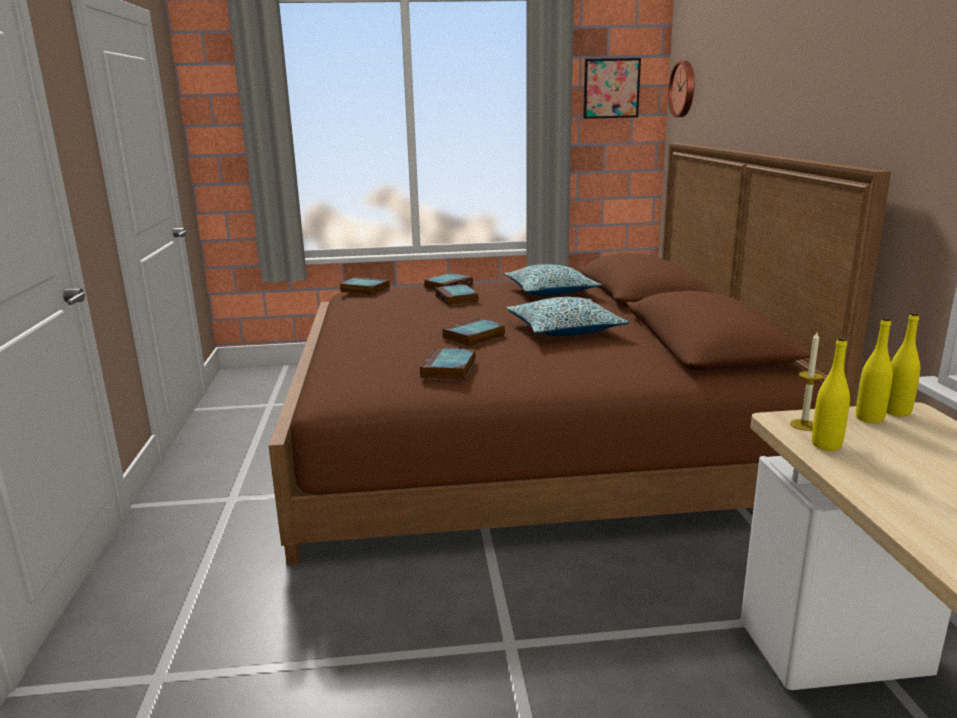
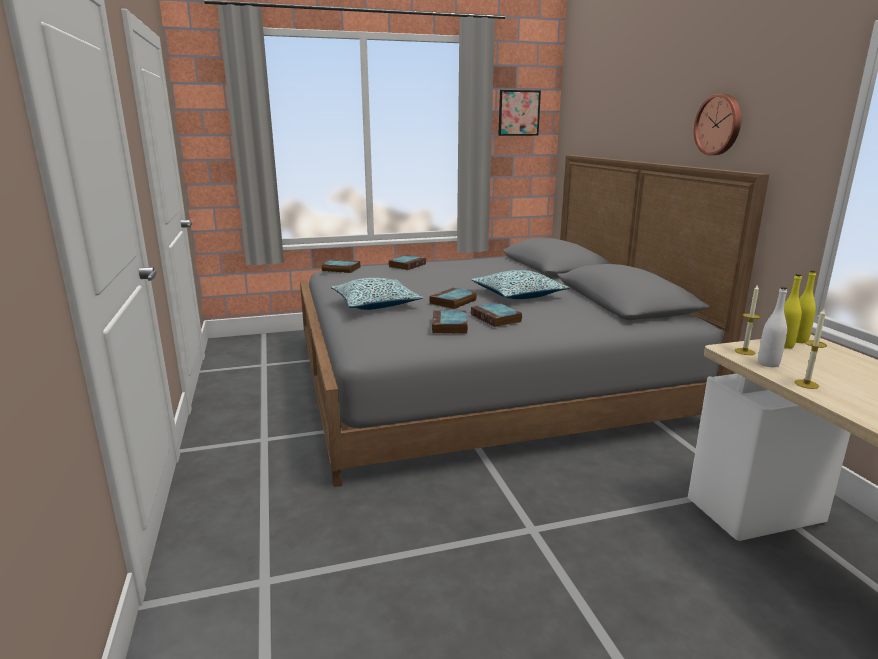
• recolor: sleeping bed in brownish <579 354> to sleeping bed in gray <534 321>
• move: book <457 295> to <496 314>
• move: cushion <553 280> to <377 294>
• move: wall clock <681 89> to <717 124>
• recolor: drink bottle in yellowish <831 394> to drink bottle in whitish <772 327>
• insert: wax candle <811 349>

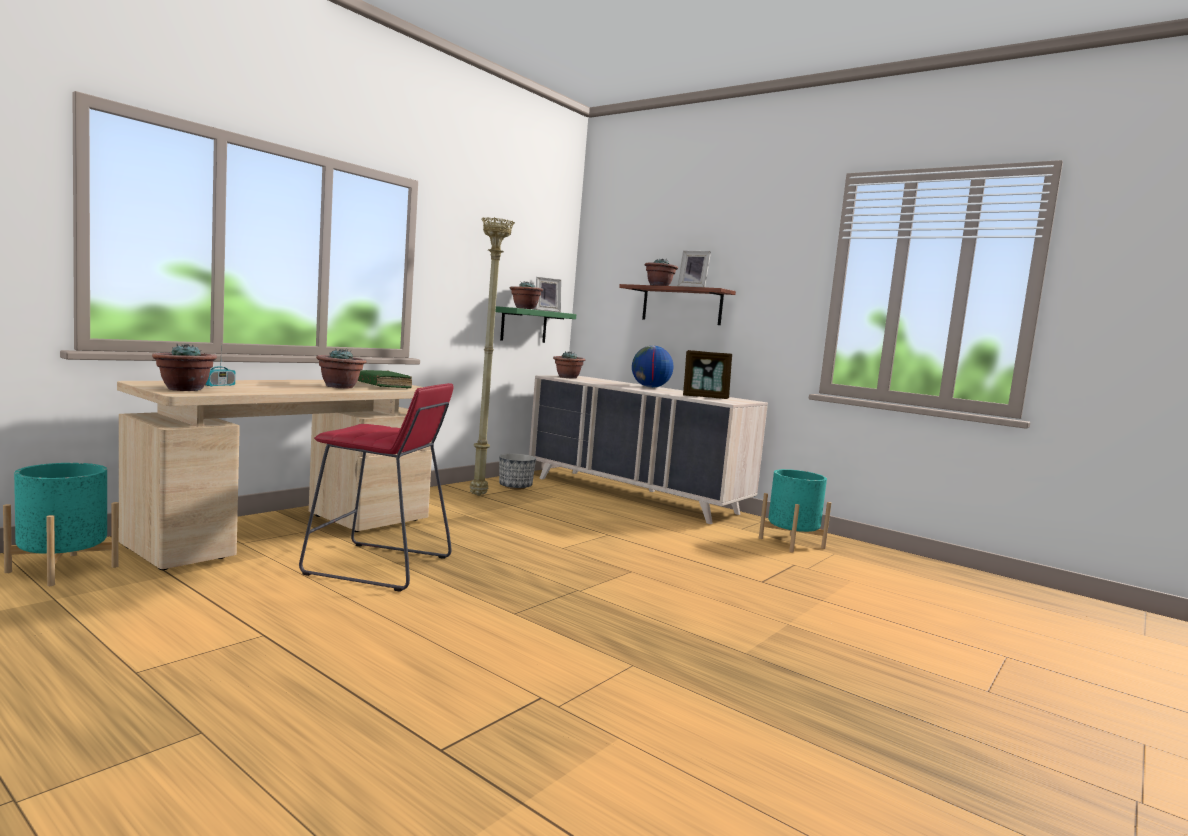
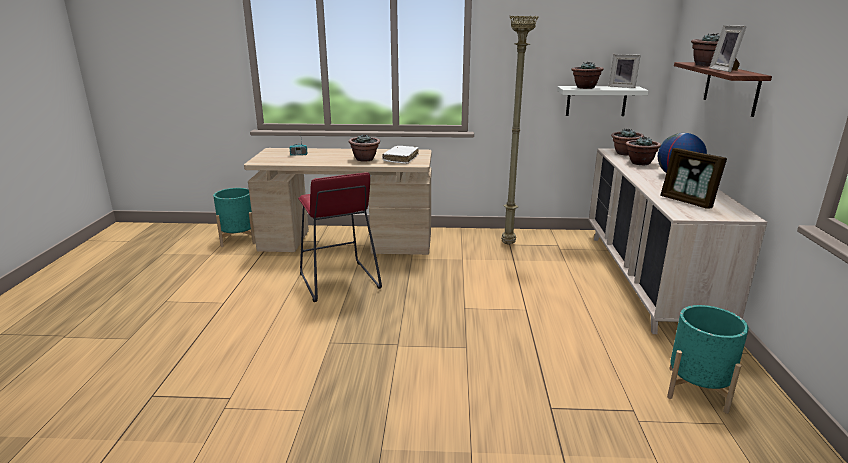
• move: plant in a pot <184 367> to <643 150>
• recolor: book in green-coloured <384 379> to book in whitish <400 155>
• recolor: shelf in green-coloured <535 324> to shelf in whitish <603 101>
• delete: flower pot <517 471>

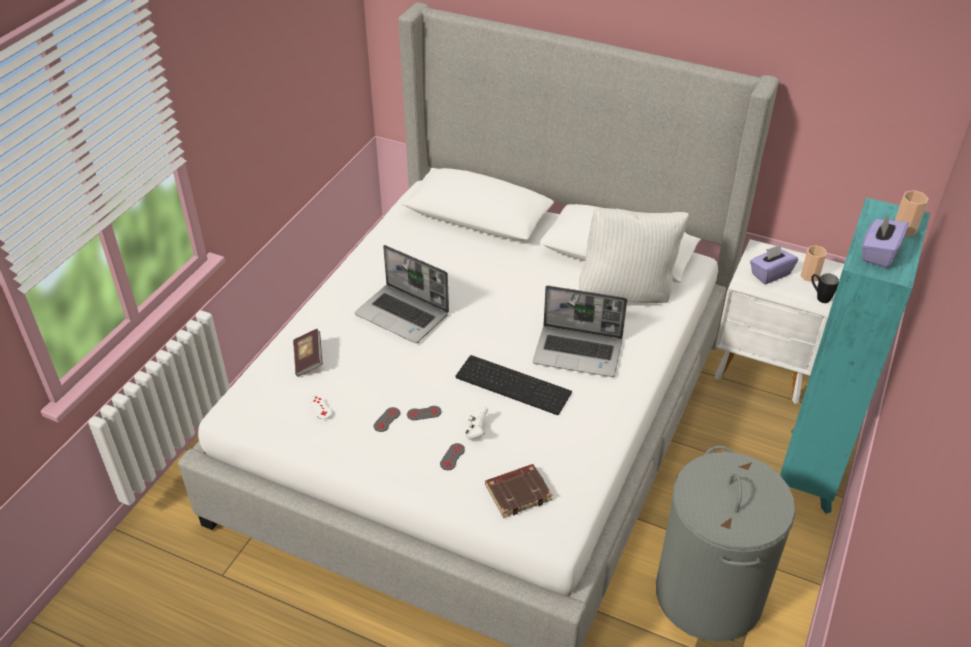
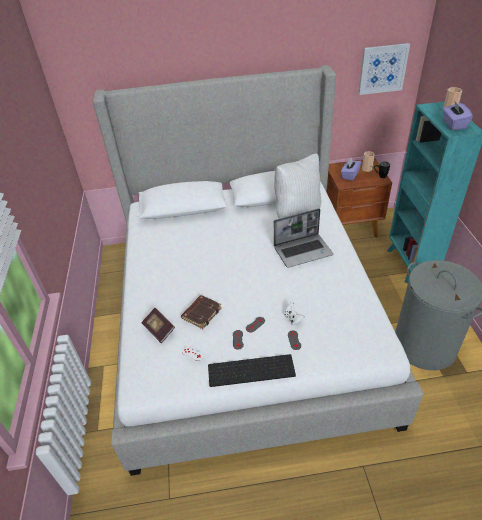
• delete: portable computer <402 294>
• move: keyboard <513 385> to <252 370>
• move: book in brownish <519 491> to <201 312>
• recolor: night table in whitish <779 321> to night table in brownish <359 198>
• insert: wall picture <384 69>

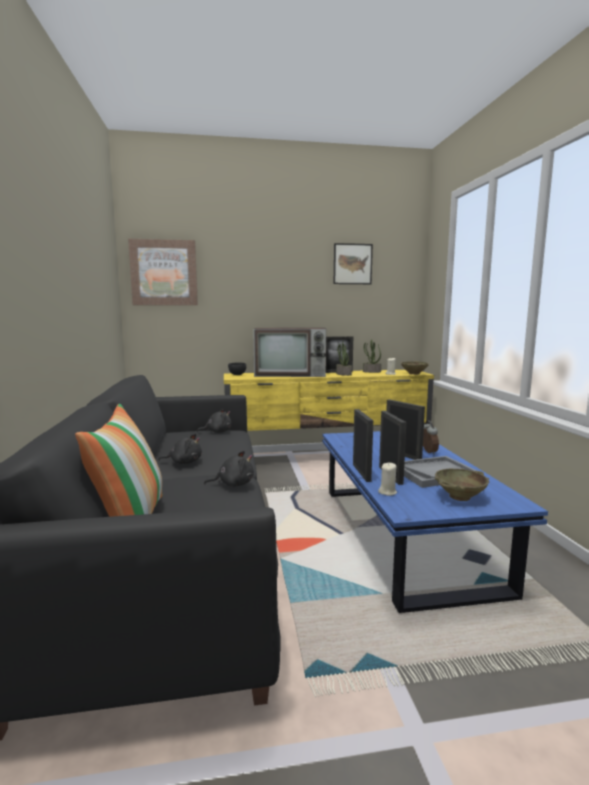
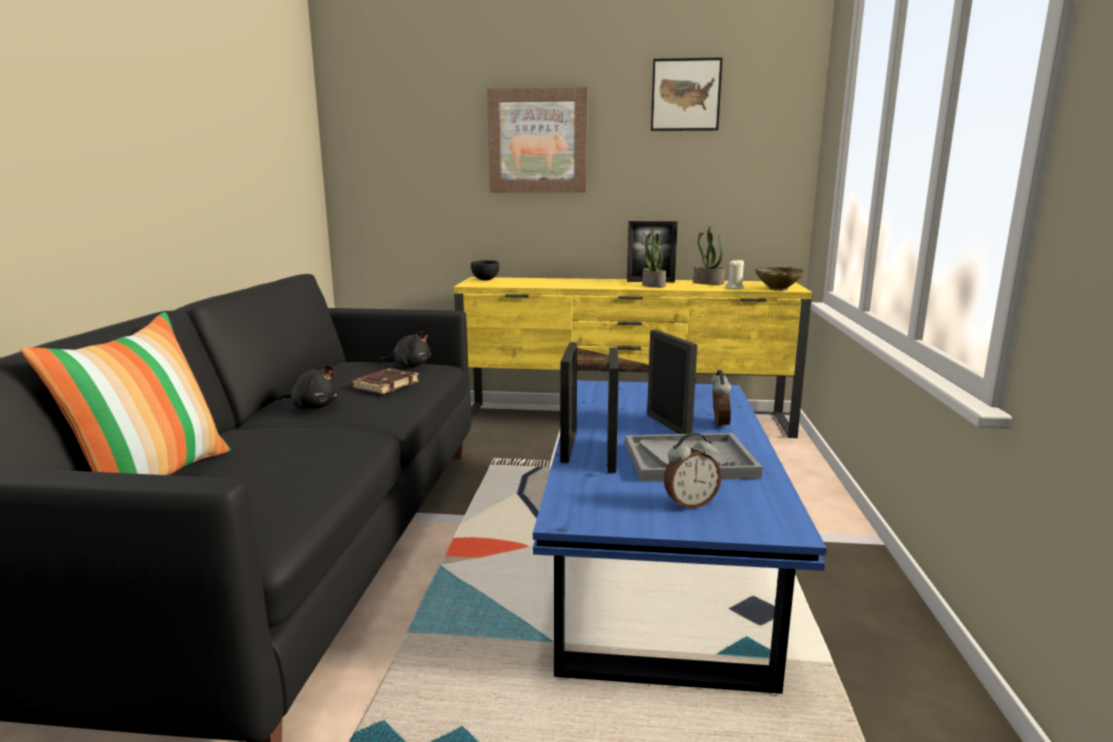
• move: wall picture <163 272> to <537 140>
• delete: soft toy in black <229 469>
• delete: TV <289 352>
• delete: wax candle in sand-coloured <387 479>
• replace: deep dish in sand-coloured <462 485> to table clock <693 471>
• insert: book in brownish <385 381>

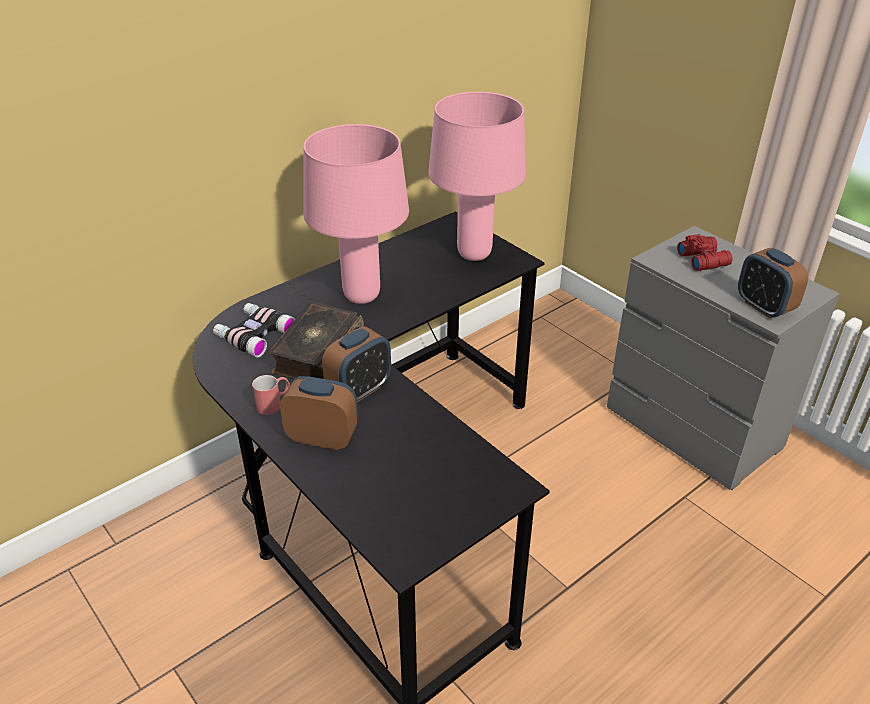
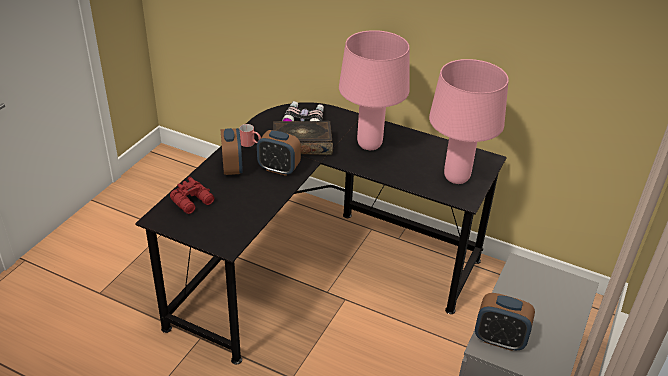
• move: pair of binoculars in red <705 252> to <192 195>
• rotate: table clock <773 283> = <505 322> 105 degrees counterclockwise

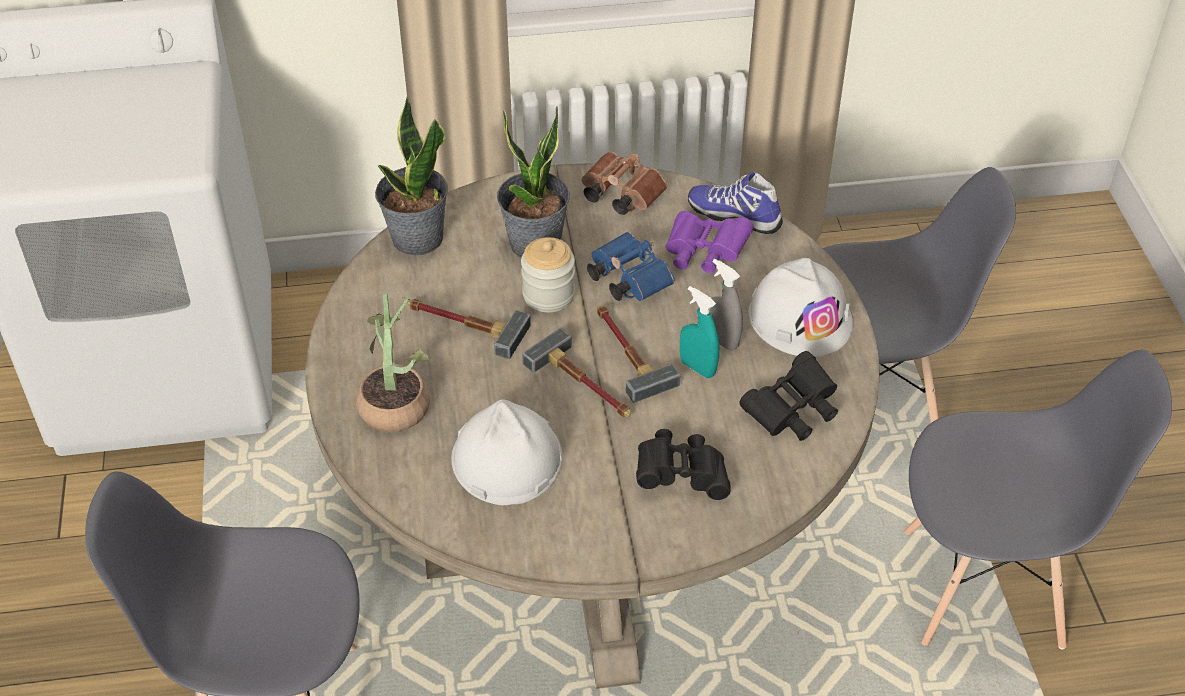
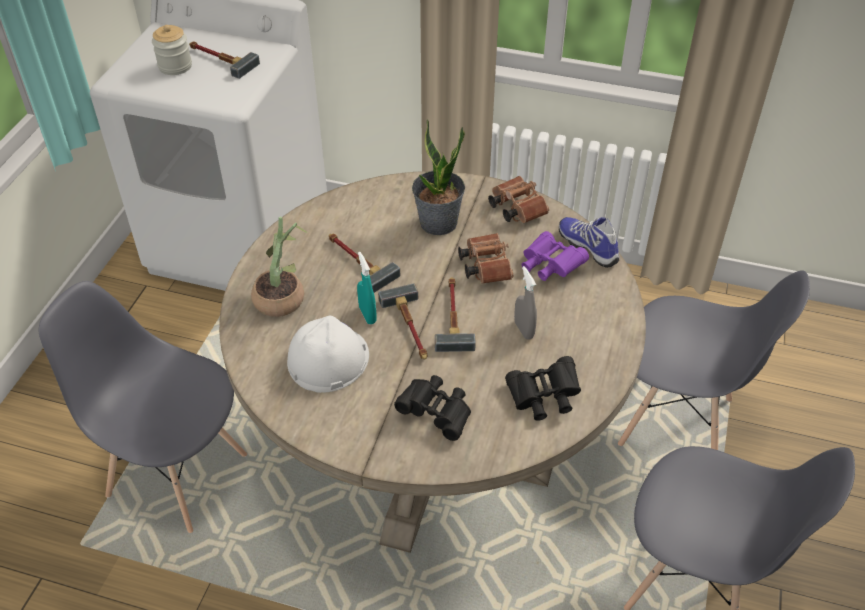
• delete: plant in a pot <411 175>
• move: jar <548 274> to <172 50>
• recolor: pair of binoculars in bluish <631 266> to pair of binoculars in brownish <485 258>
• move: sprayer in turquoise <699 332> to <367 288>
• delete: work helmet in whitish <801 307>
• insert: hammer <224 60>

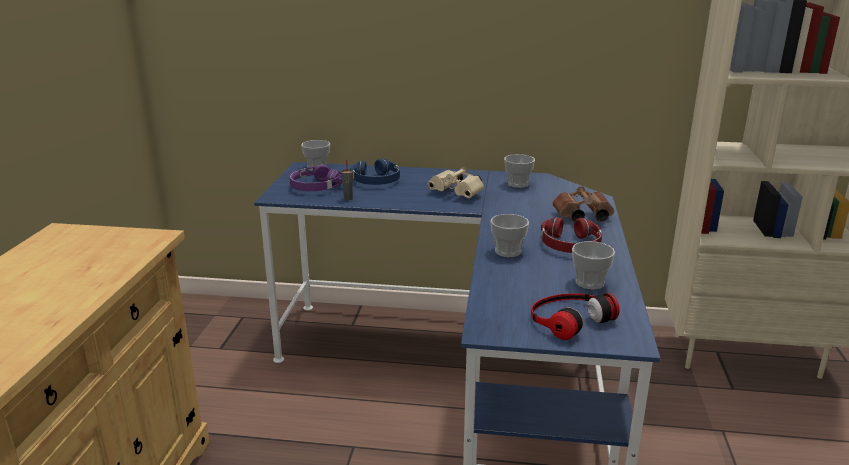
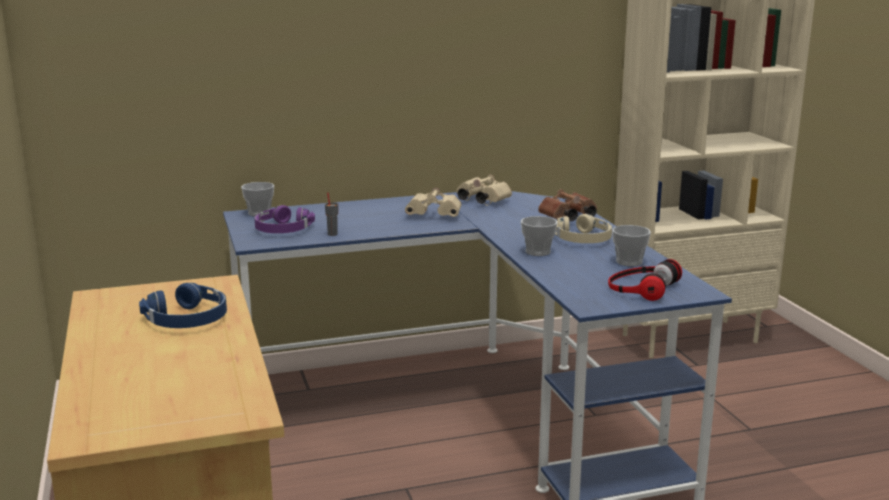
• move: pair of headphones in bluish <375 172> to <183 305>
• replace: drinking cup <519 171> to pair of binoculars in sand-coloured <484 190>
• recolor: pair of headphones in red <571 235> to pair of headphones in sand-coloured <583 228>

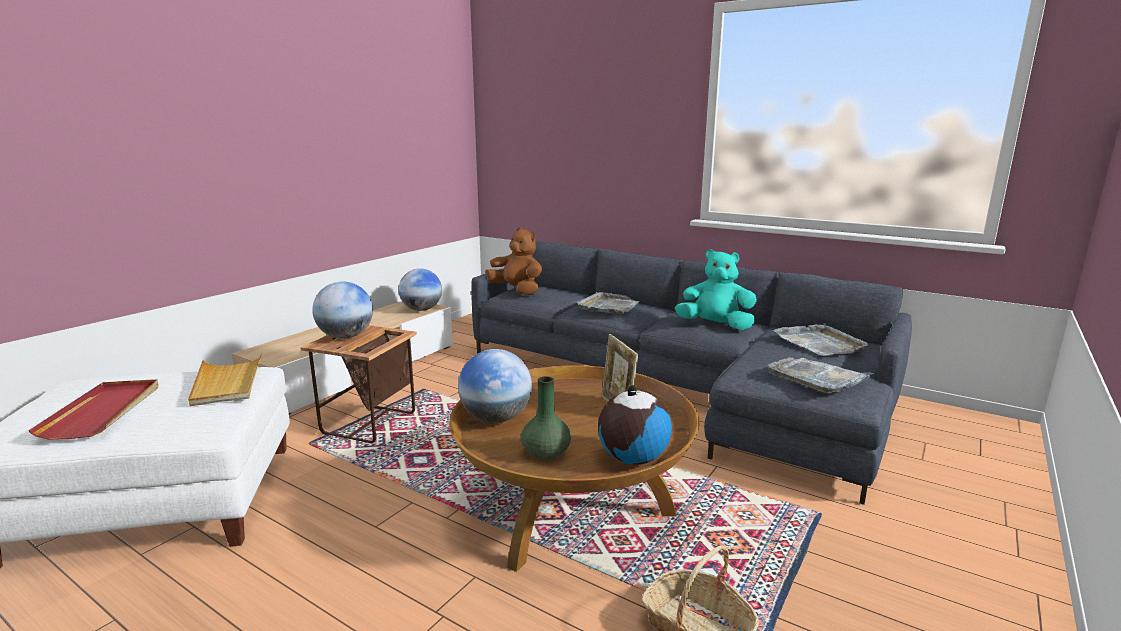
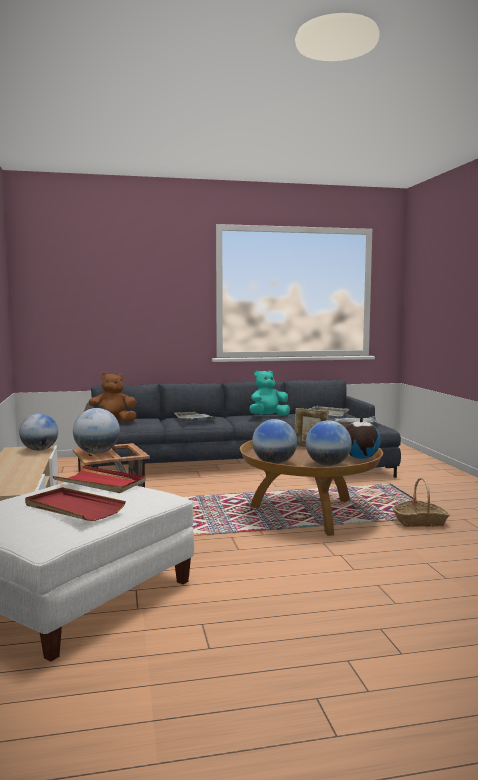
• recolor: tray in sand-coloured <225 379> to tray in red <99 479>
• replace: decorative vase in green-coloured <546 418> to world globe <329 443>

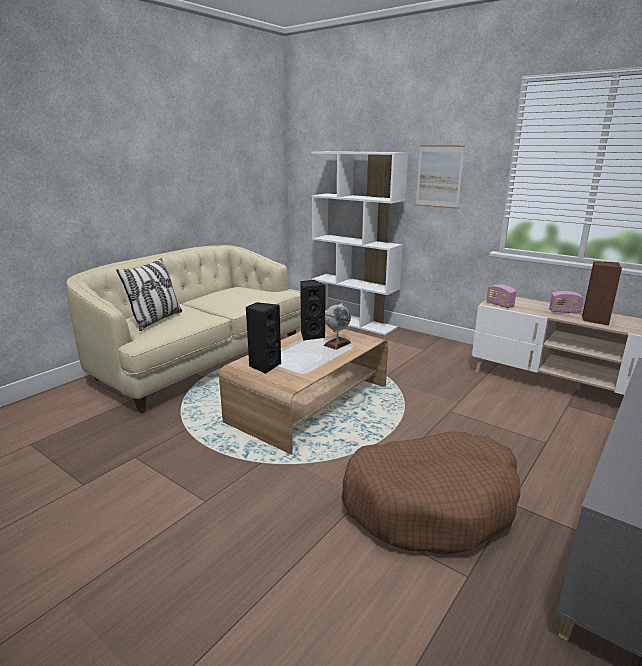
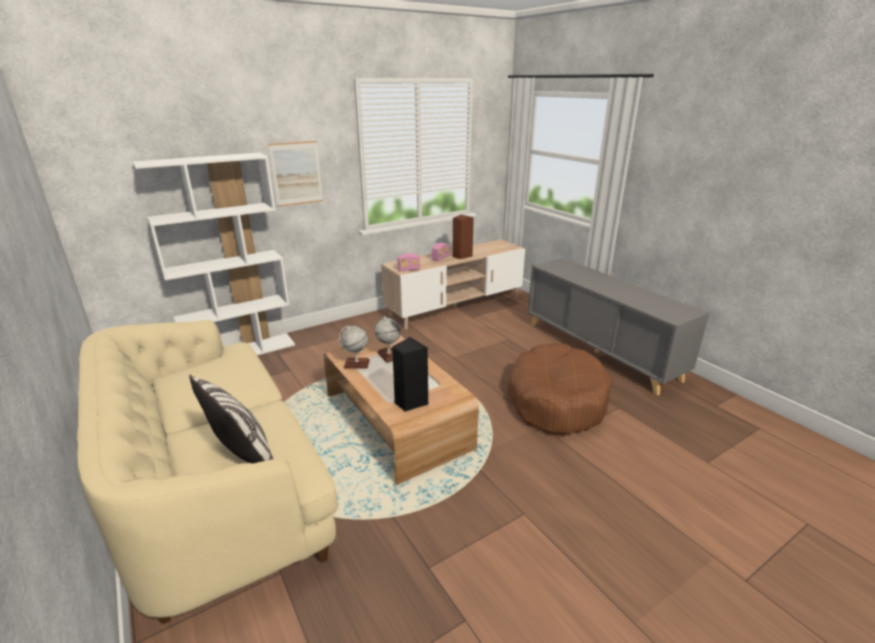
• replace: audio speaker in black <313 310> to world globe <354 347>

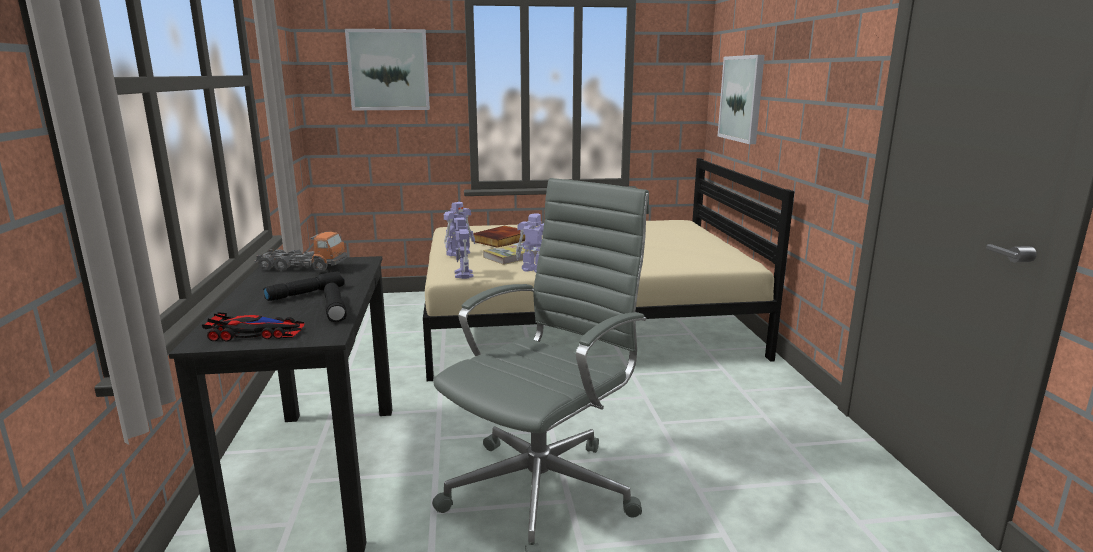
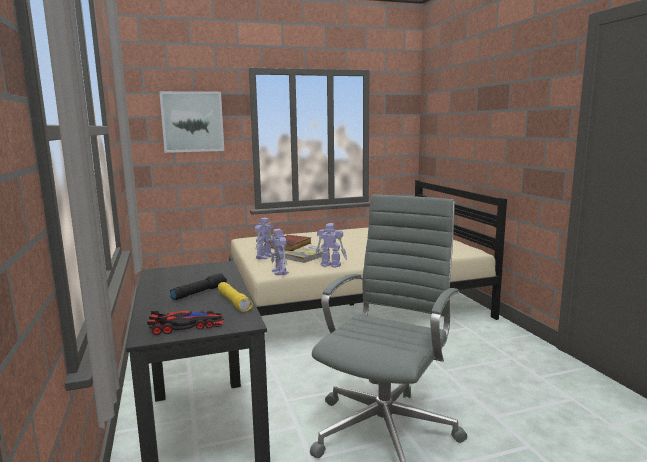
• delete: model truck <301 252>
• recolor: hand torch in black <335 302> to hand torch in yellowish <235 297>
• delete: wall picture <741 99>

